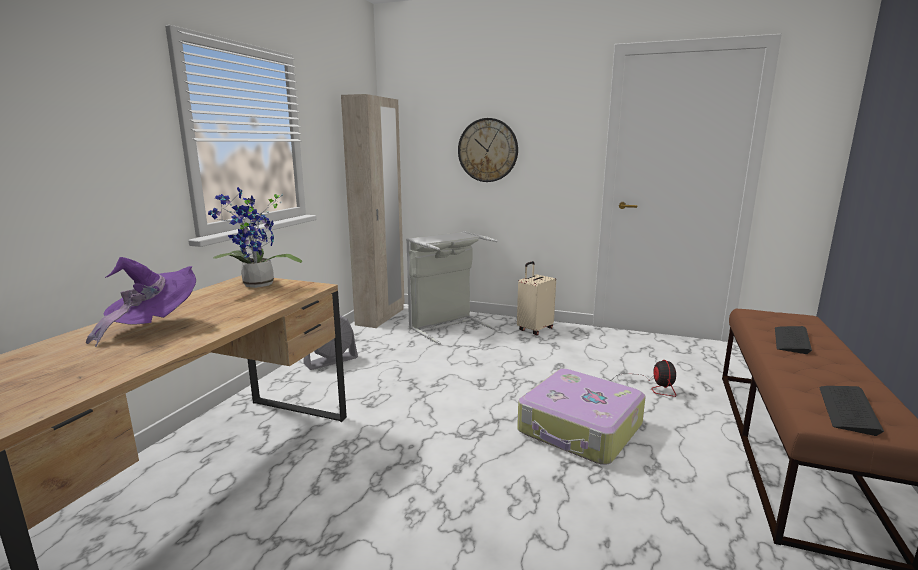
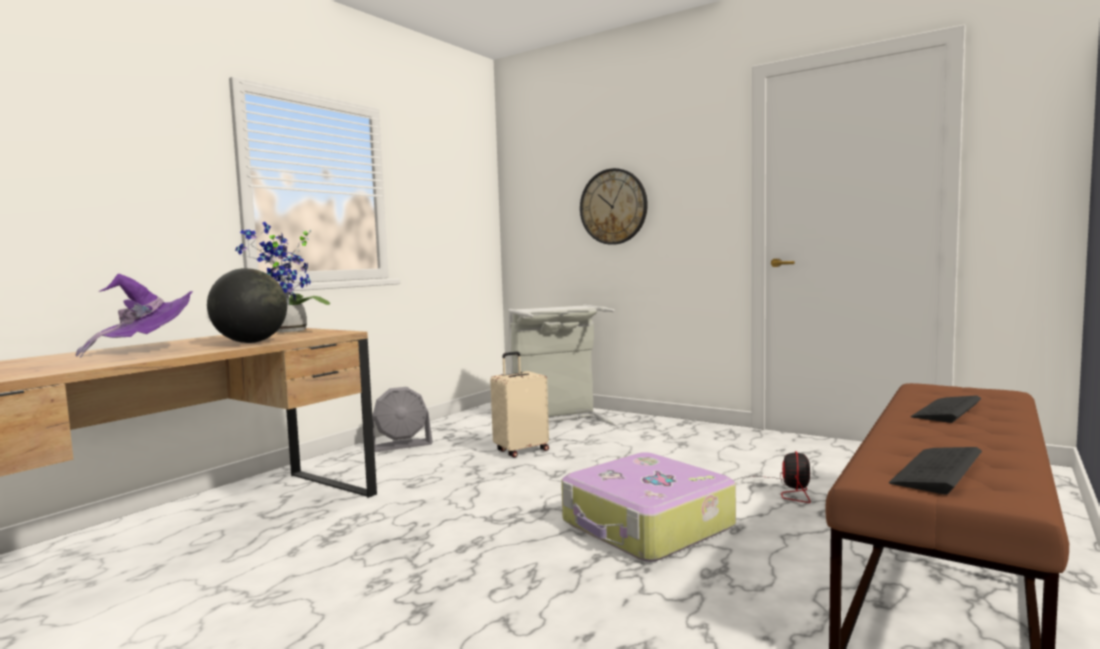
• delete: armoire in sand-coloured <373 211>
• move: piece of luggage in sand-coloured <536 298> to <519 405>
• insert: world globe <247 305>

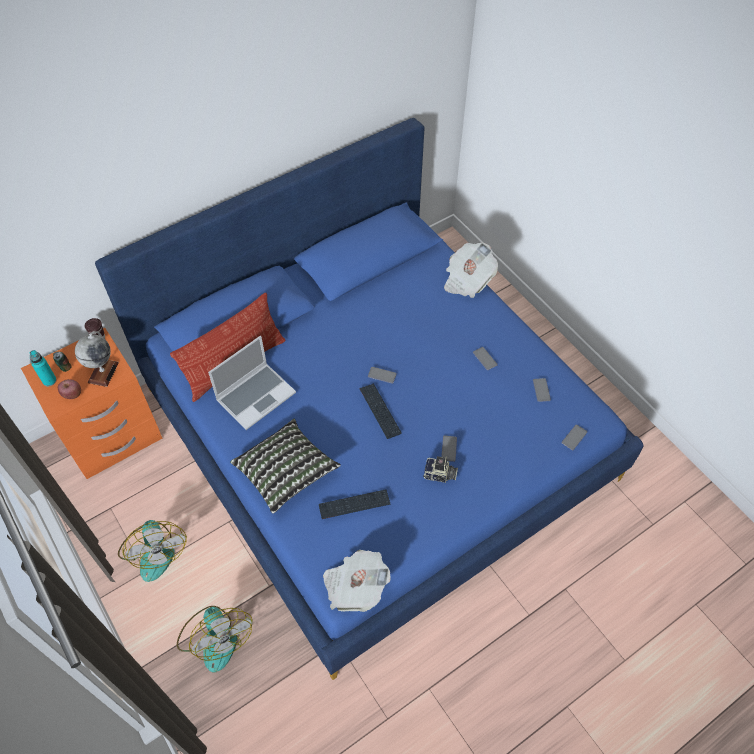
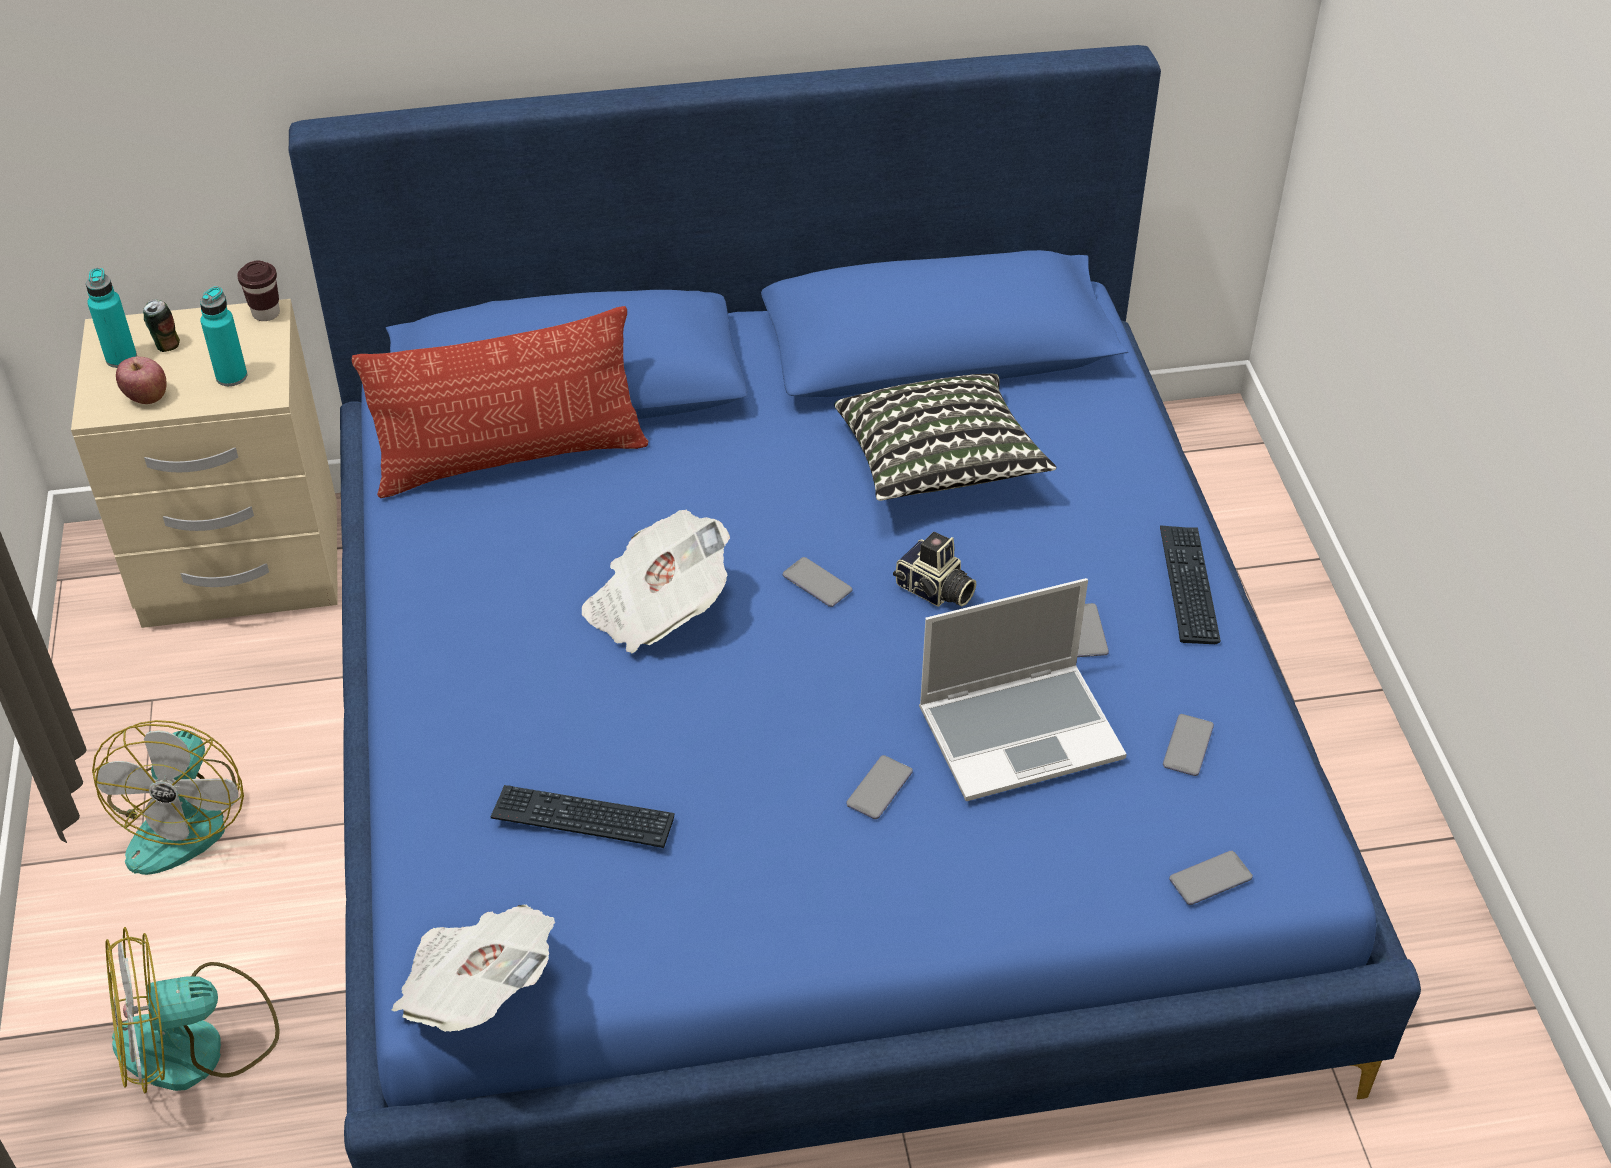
• recolor: night table in orangey <91 403> to night table in sand-coloured <204 463>
• replace: world globe <97 359> to drink bottle in turquoise <223 336>
• rotate: cooling fan <215 639> = <193 1010> 75 degrees clockwise
• move: portable computer <252 383> to <1023 689>
• move: cushion <285 466> to <945 437>
• move: keyboard <380 411> to <1190 584>
• move: still camera <440 469> to <934 569>
• move: daily paper <471 270> to <656 581>

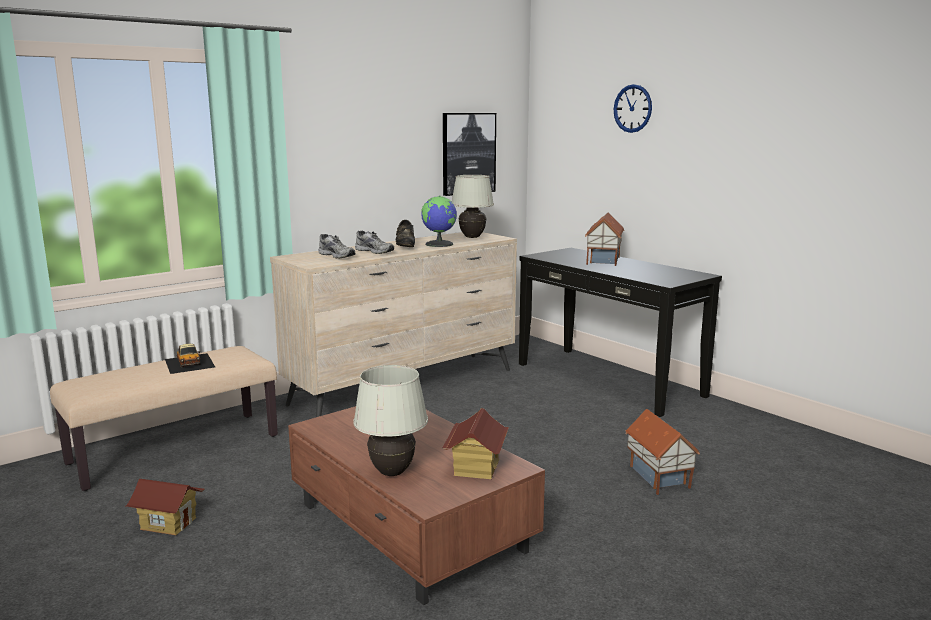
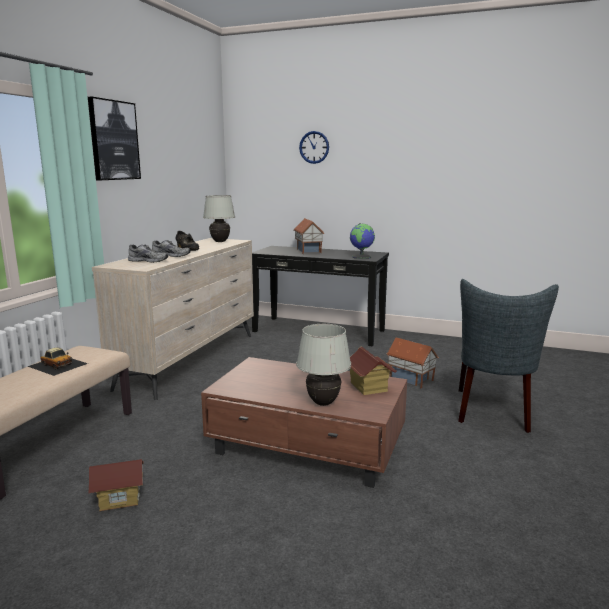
• move: world globe <439 221> to <362 241>
• move: wall picture <469 154> to <114 138>
• insert: plain chair in gray <508 356>

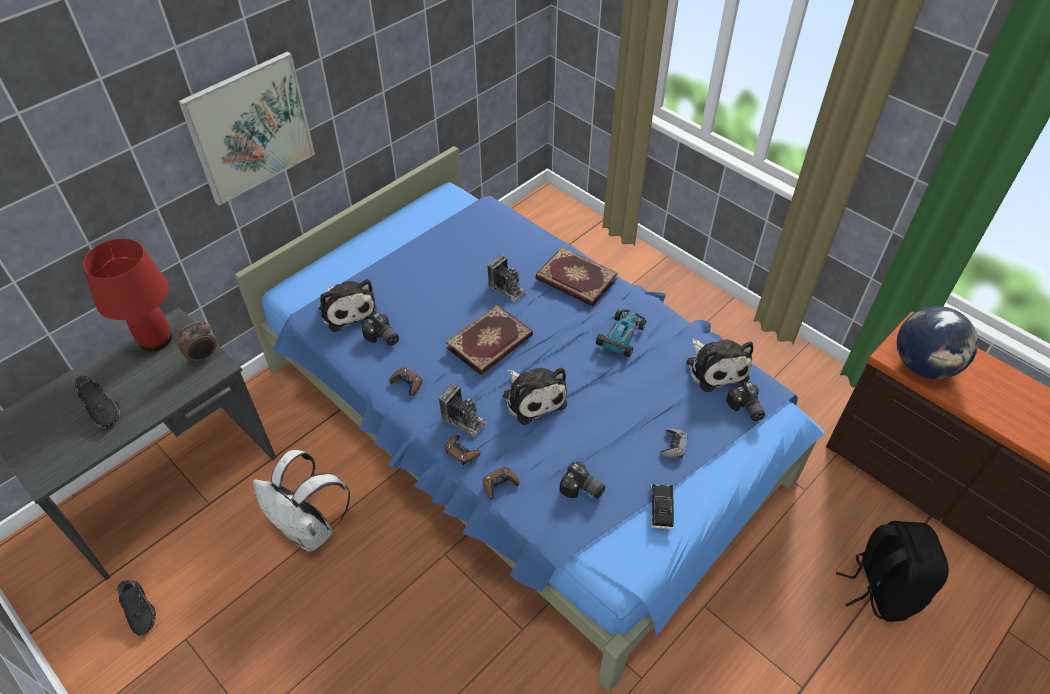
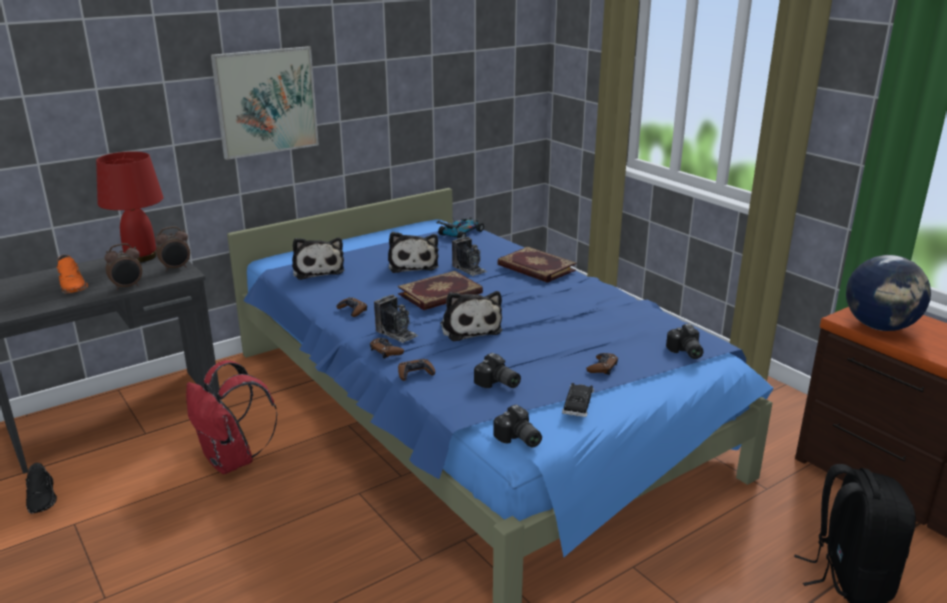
• recolor: low shoe in black <97 402> to low shoe in orangey <72 274>
• recolor: knapsack in whitish <301 501> to knapsack in red <232 417>
• move: still camera <380 329> to <517 426>
• move: toy car <621 333> to <461 228>
• recolor: joypad in gray <674 443> to joypad in brownish <602 364>
• move: soft toy <719 365> to <413 252>
• insert: table clock <123 266>

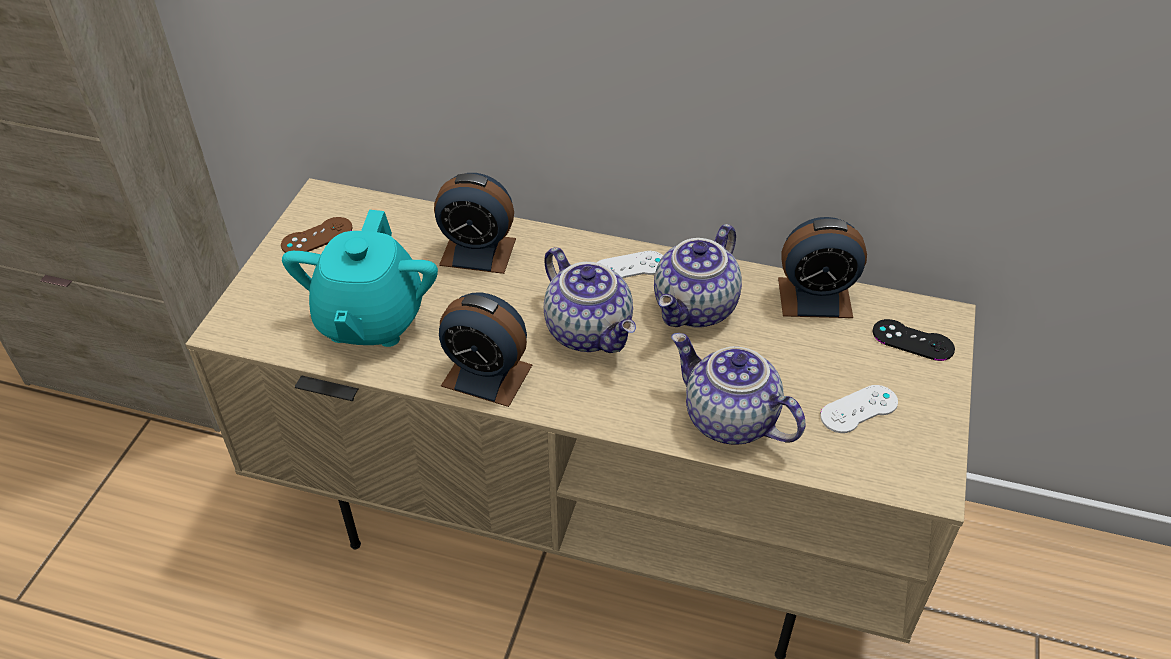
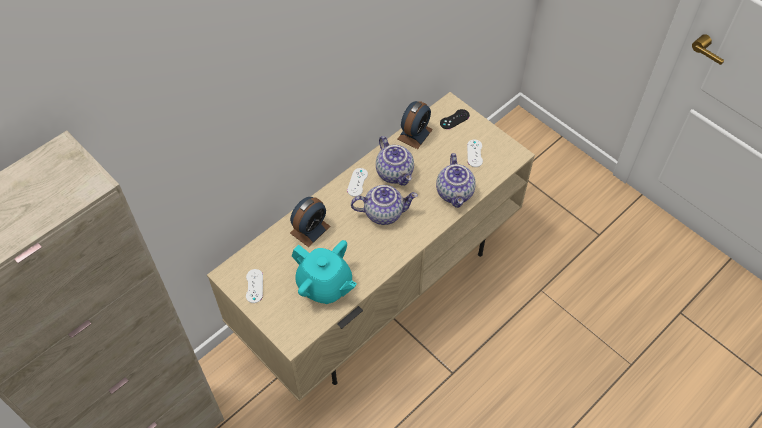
• recolor: joypad in brownish <316 235> to joypad in whitish <254 286>
• delete: table clock <485 349>
• rotate: teapot <738 389> = <456 180> 75 degrees counterclockwise

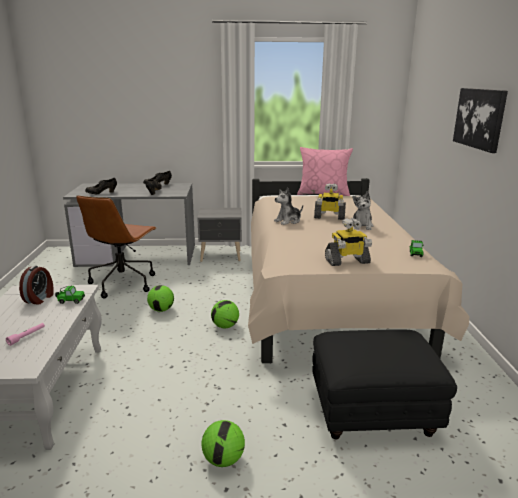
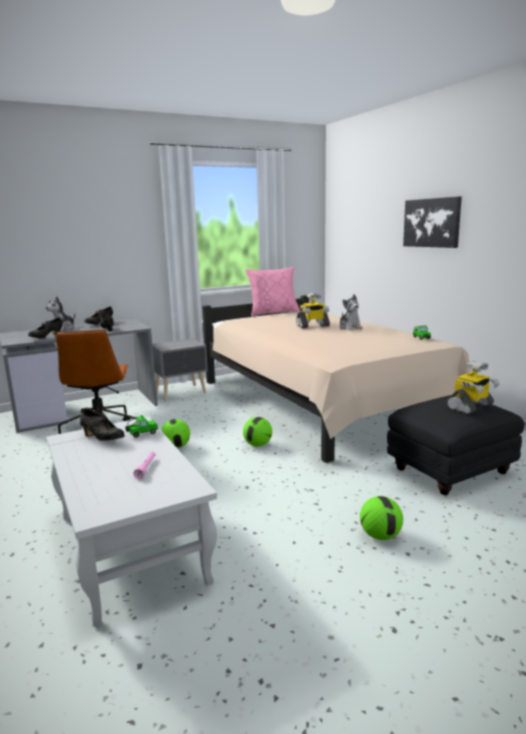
• replace: table clock <36 285> to low shoe in black <102 425>
• move: soft toy <288 206> to <60 314>
• move: robot figure <348 242> to <472 387>

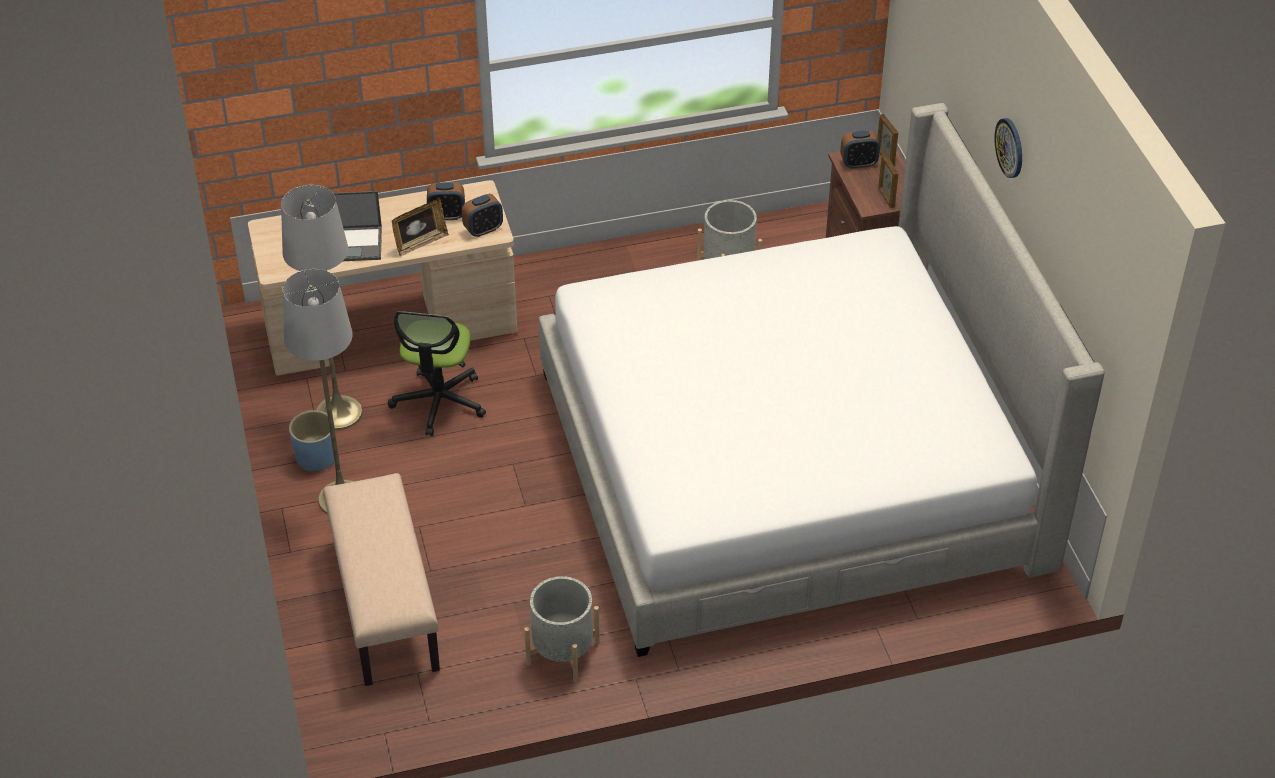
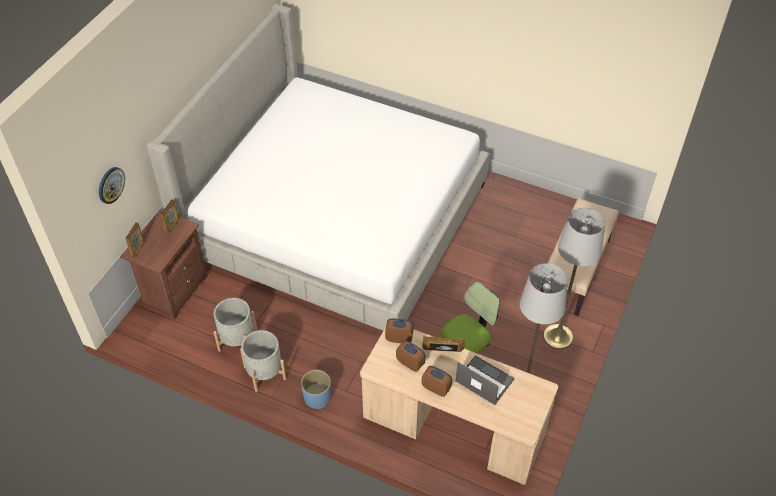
• move: flower pot in bluish <312 440> to <316 389>
• move: flower pot in gray <562 629> to <263 361>
• move: table clock <860 149> to <437 381>
• move: wall clock <1008 148> to <112 185>

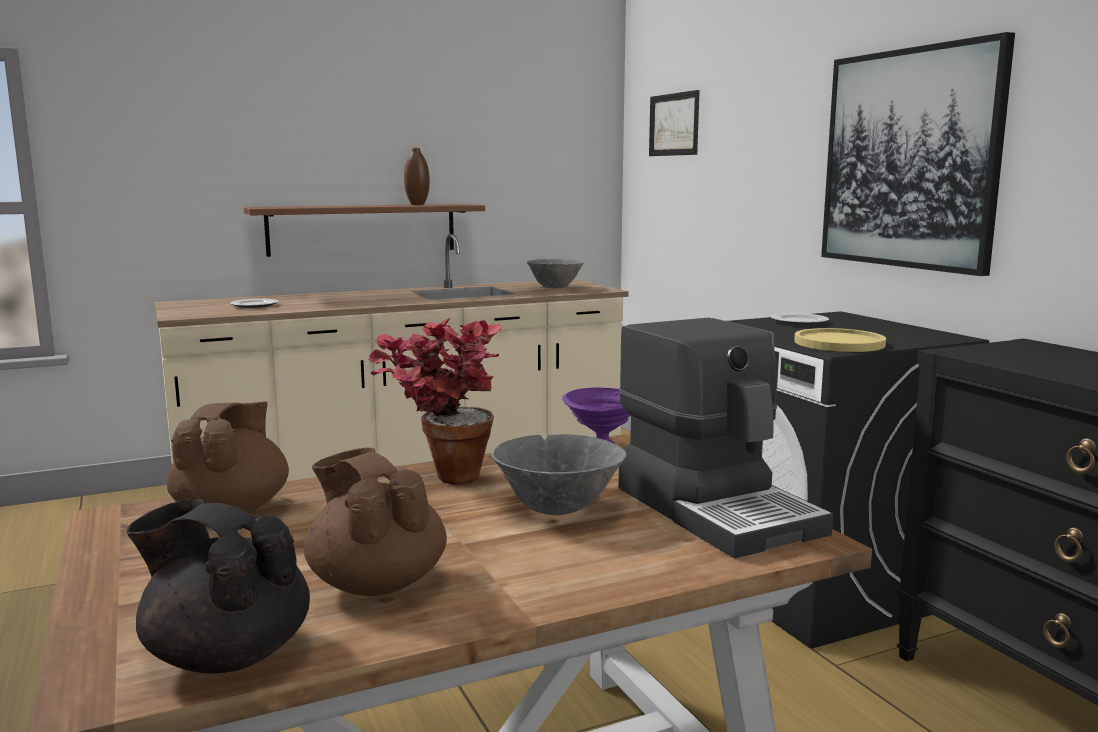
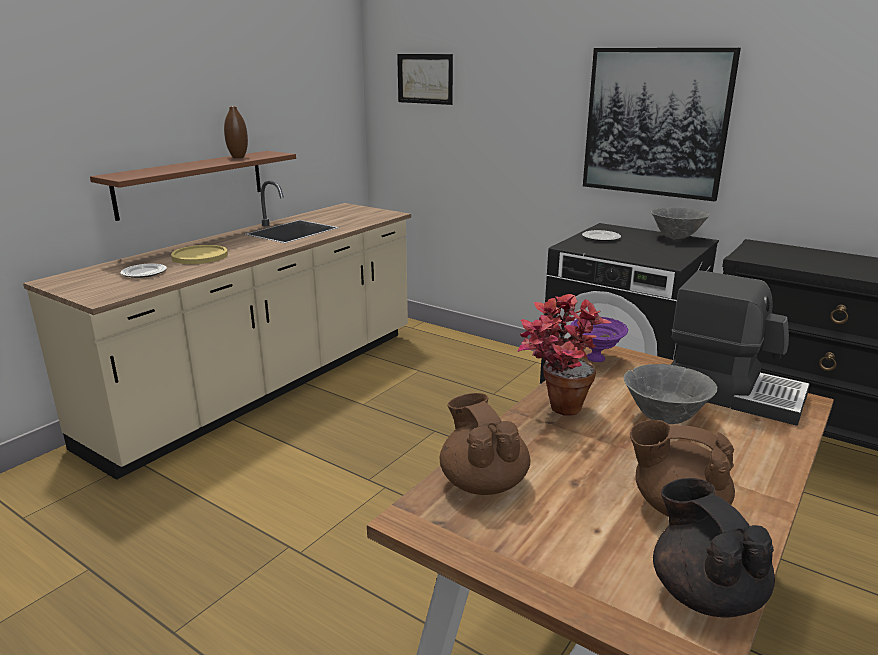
• rotate: teapot in black <218 586> = <714 548> 75 degrees clockwise
• move: deep dish in gray <555 274> to <680 223>
• move: dinner plate in yellowish <840 340> to <199 254>

